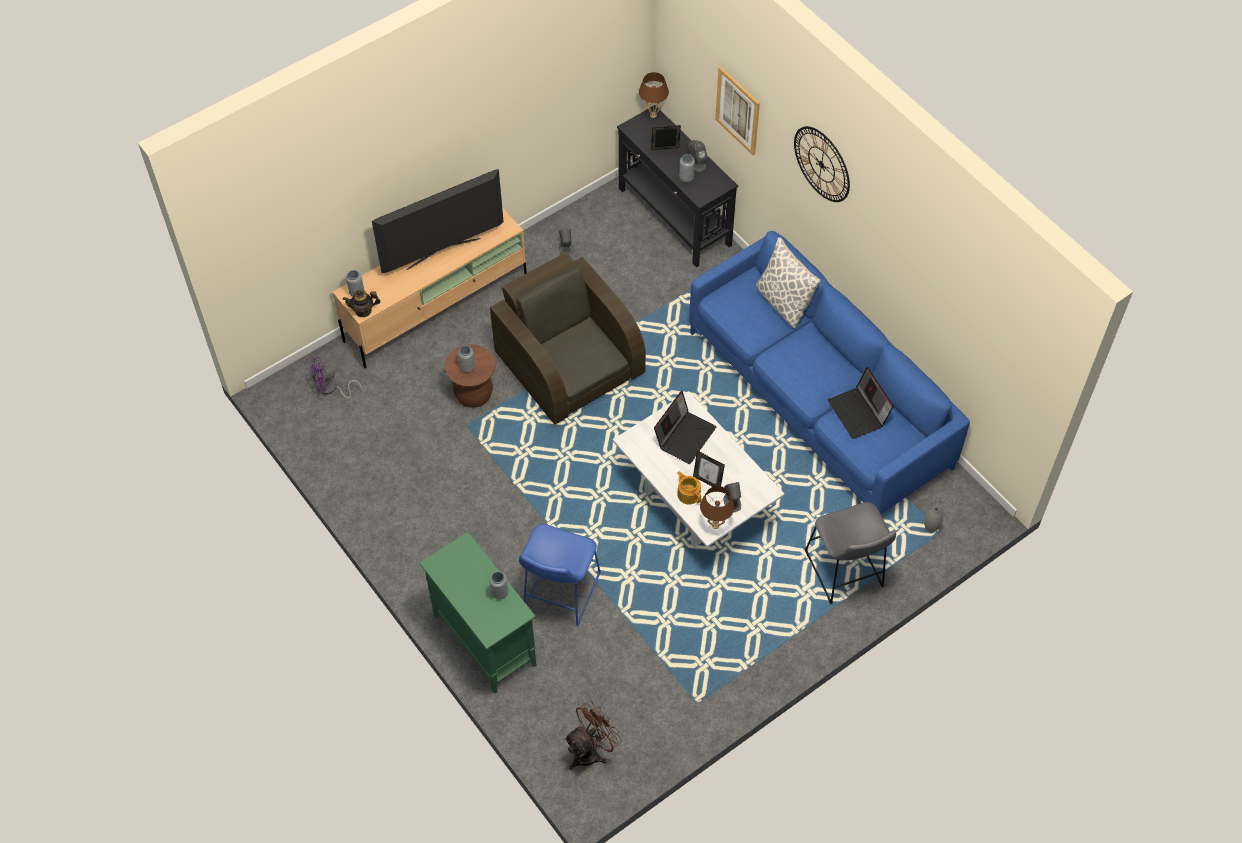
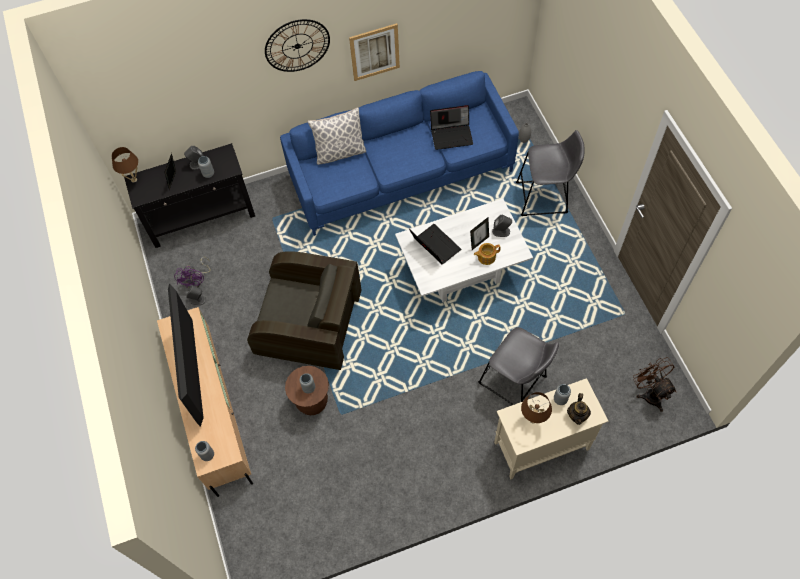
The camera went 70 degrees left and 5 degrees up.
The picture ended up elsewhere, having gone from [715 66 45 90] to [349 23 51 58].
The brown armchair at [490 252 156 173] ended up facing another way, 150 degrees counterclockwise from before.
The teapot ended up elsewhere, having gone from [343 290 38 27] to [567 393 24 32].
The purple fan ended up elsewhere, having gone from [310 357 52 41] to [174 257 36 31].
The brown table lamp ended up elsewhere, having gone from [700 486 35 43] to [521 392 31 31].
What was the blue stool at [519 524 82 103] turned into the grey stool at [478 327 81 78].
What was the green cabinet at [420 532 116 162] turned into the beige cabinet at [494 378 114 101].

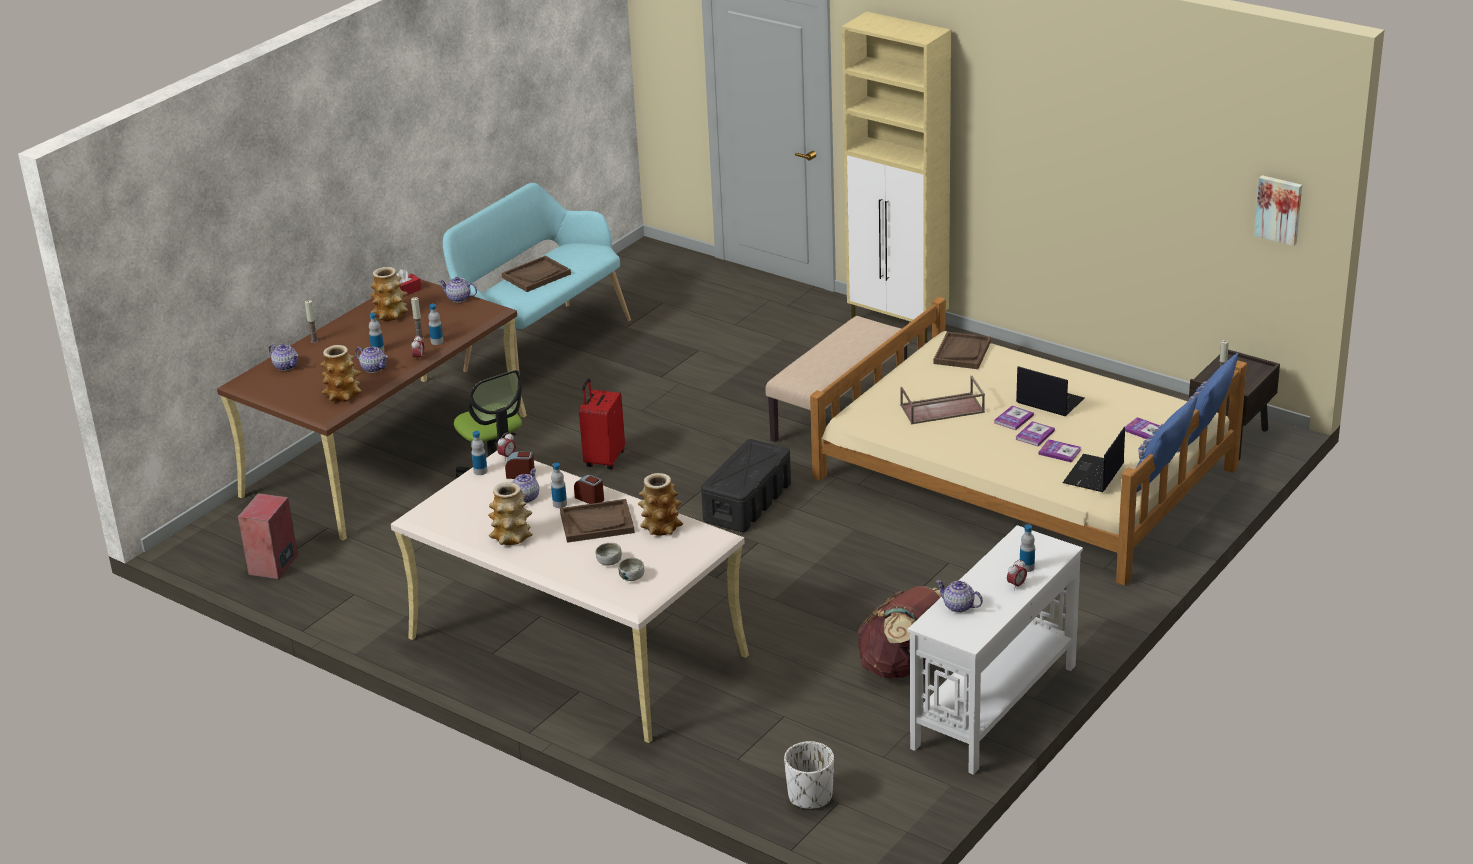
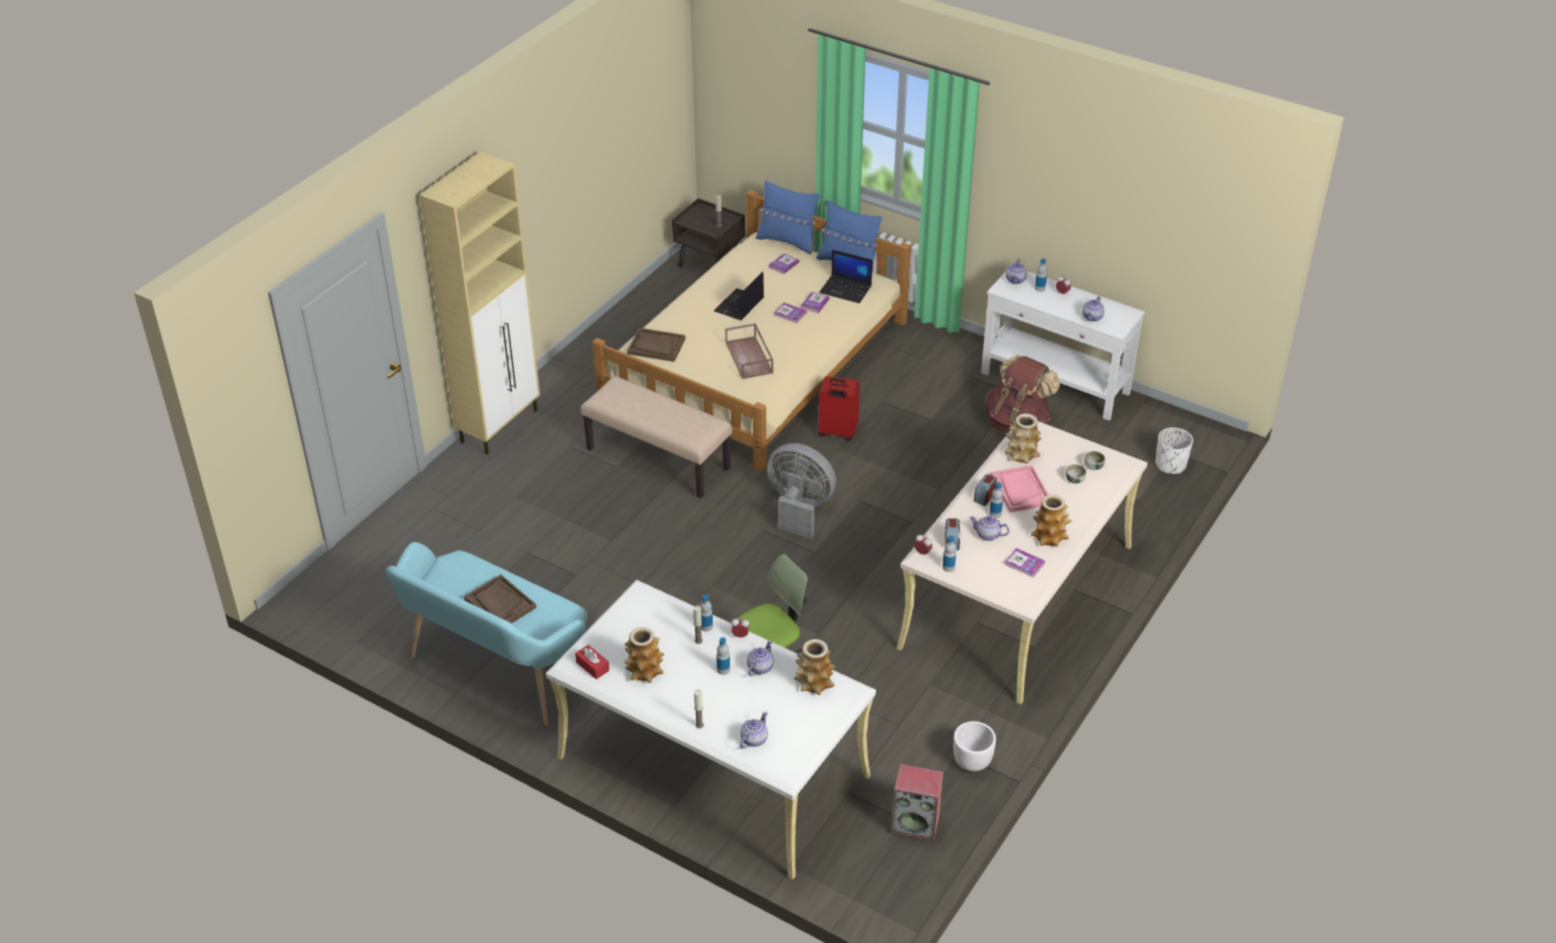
The camera went 95 degrees left and 10 degrees up.
The second view lost the picture at [1254 175 48 71].
The teapot ended up elsewhere, having gone from [439 277 38 26] to [1006 259 21 25].
What was the brown desk at [217 279 310 262] turned into the white desk at [546 580 330 300].
The red suitcase ended up elsewhere, having gone from [579 378 46 92] to [818 376 42 65].
The book ended up elsewhere, having gone from [994 406 40 24] to [1004 548 41 29].
Where the black storage box stood at [701 439 90 93], the grey fan came to stand at [767 443 69 96].
What was the brown tray at [560 499 75 44] turned into the pink tray at [991 465 58 47].
The second view gained the white planter at [953 721 43 50].

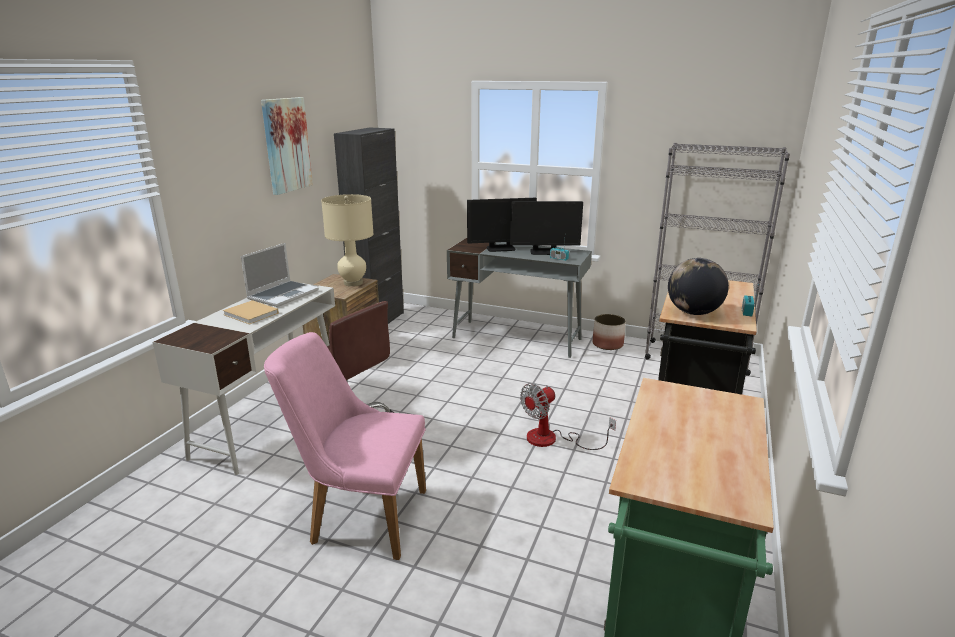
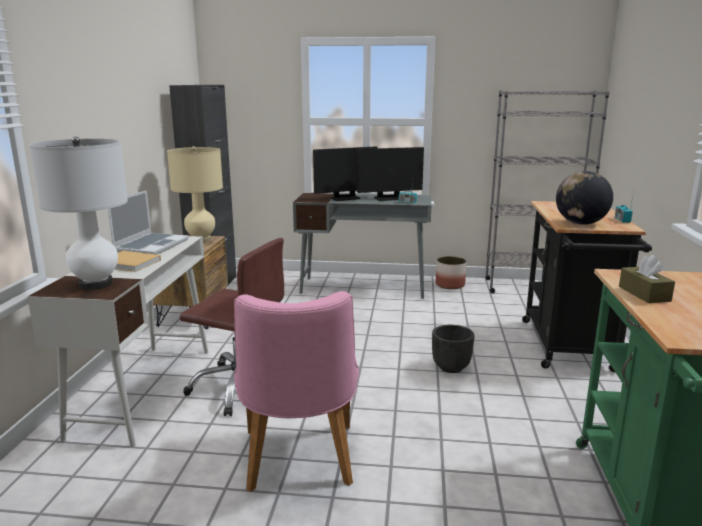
The camera went 15 degrees left and 5 degrees down.
The second view lost the picture at [261 97 52 98].
The pink chair at [264 332 162 228] ended up facing another way, 90 degrees counterclockwise from before.
Where the fan stood at [520 383 96 67], the black planter came to stand at [432 325 42 48].
The second view gained the white table lamp at [29 136 99 154].
The second view gained the brown tissue box at [619 255 56 48].

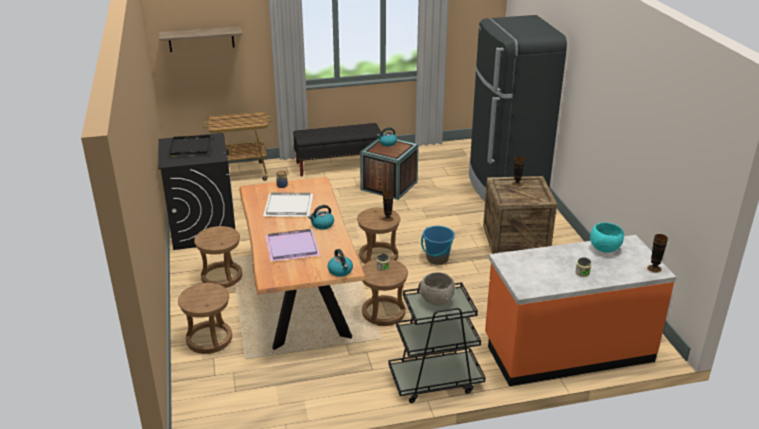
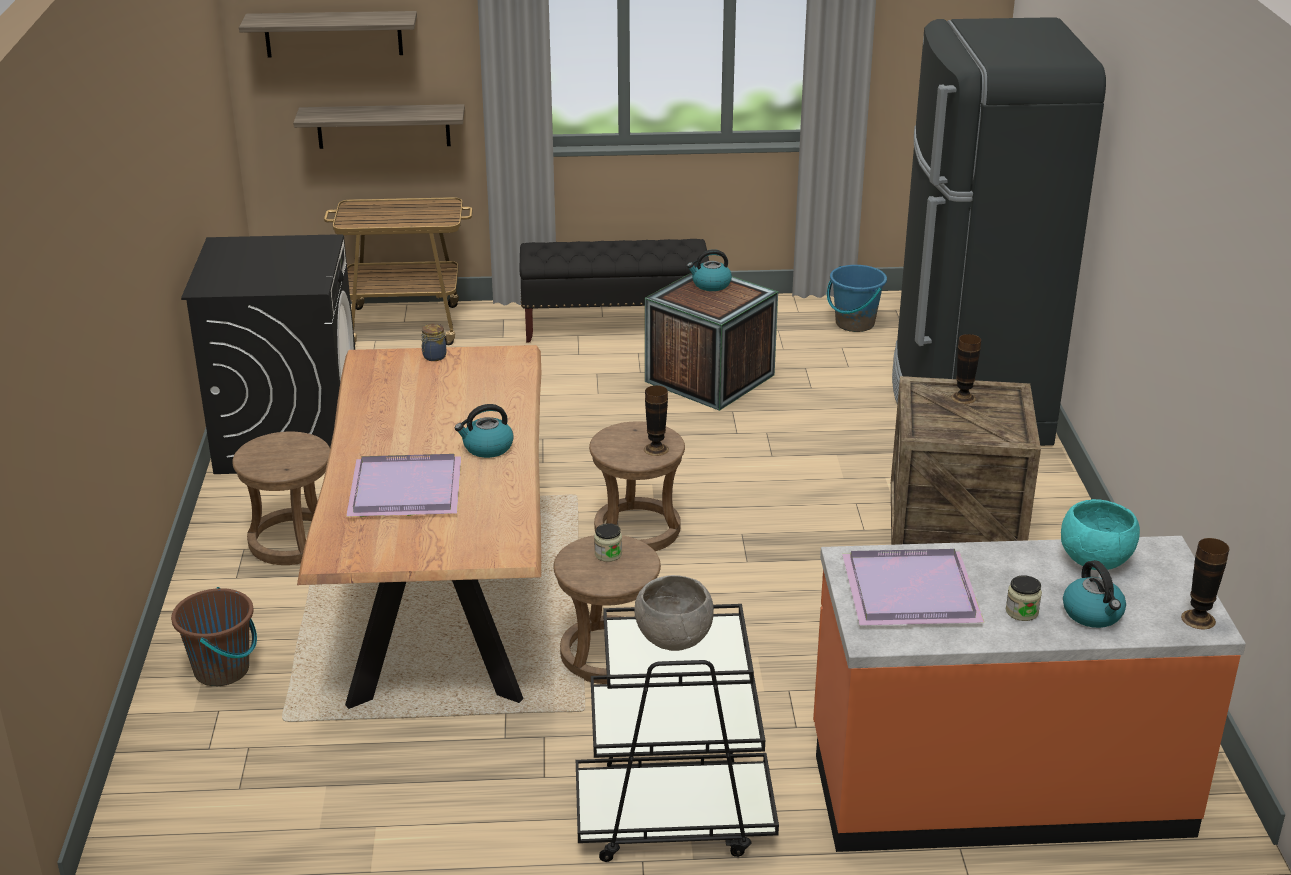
The camera went 10 degrees right and 0 degrees up.
The second view lost the black tray at [167 135 46 22].
The second view lost the white tray at [263 192 50 25].
The blue bucket ended up elsewhere, having gone from [421 226 34 39] to [827 265 60 67].
The kettle ended up elsewhere, having gone from [328 249 25 28] to [1063 560 63 68].
Where the brown stool stood at [178 283 54 71], the brown bucket came to stand at [171 587 86 99].
The second view gained the shelf at [293 104 172 45].
The second view gained the purple tray at [842 549 143 76].

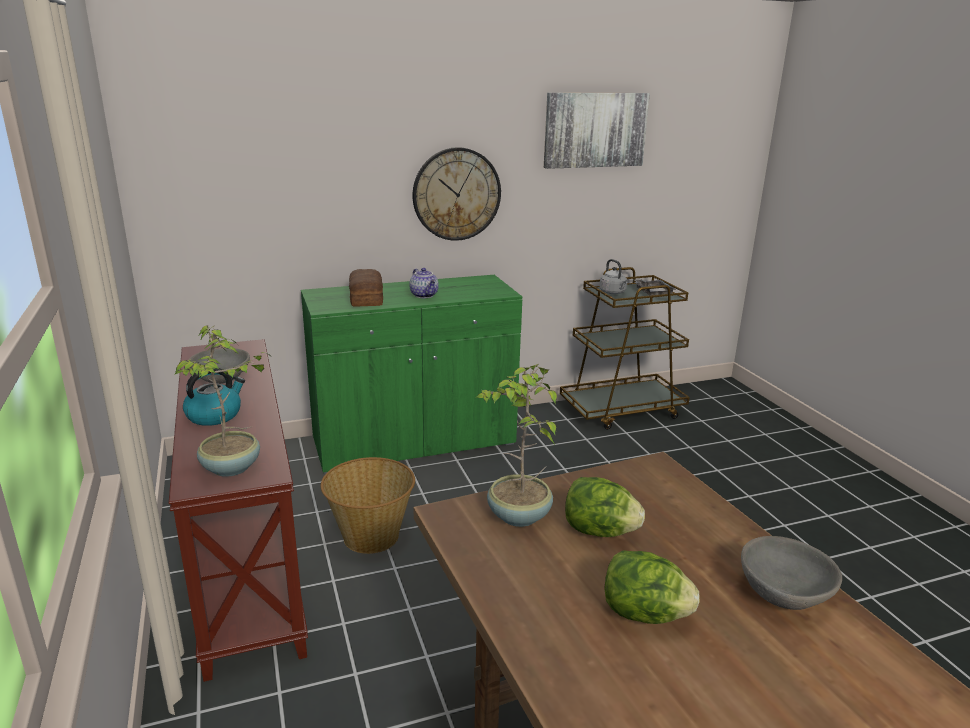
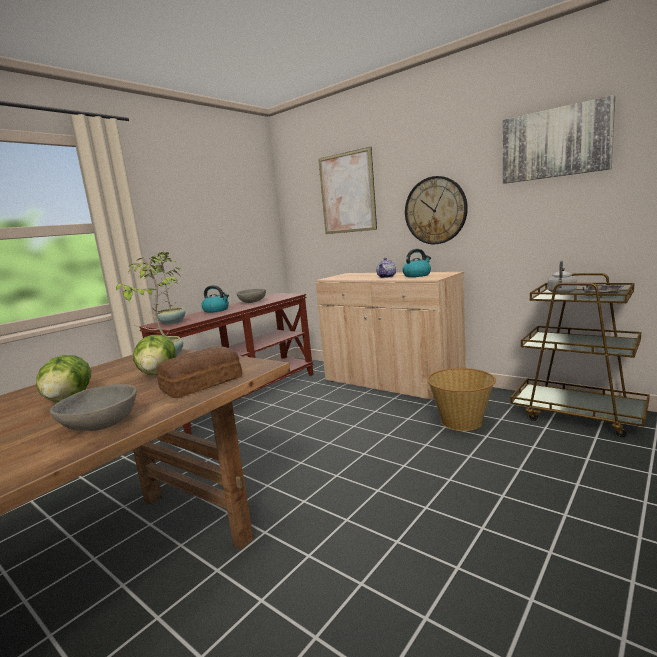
The camera went 60 degrees right and 10 degrees down.
The bread ended up elsewhere, having gone from [349 269 34 38] to [157 346 85 52].
What was the green cabinet at [301 275 221 199] turned into the beige cabinet at [315 272 151 128].
The basket ended up elsewhere, having gone from [321 457 94 97] to [427 368 69 63].
The second view gained the picture at [318 147 59 87].
The second view gained the kettle at [403 249 28 28].

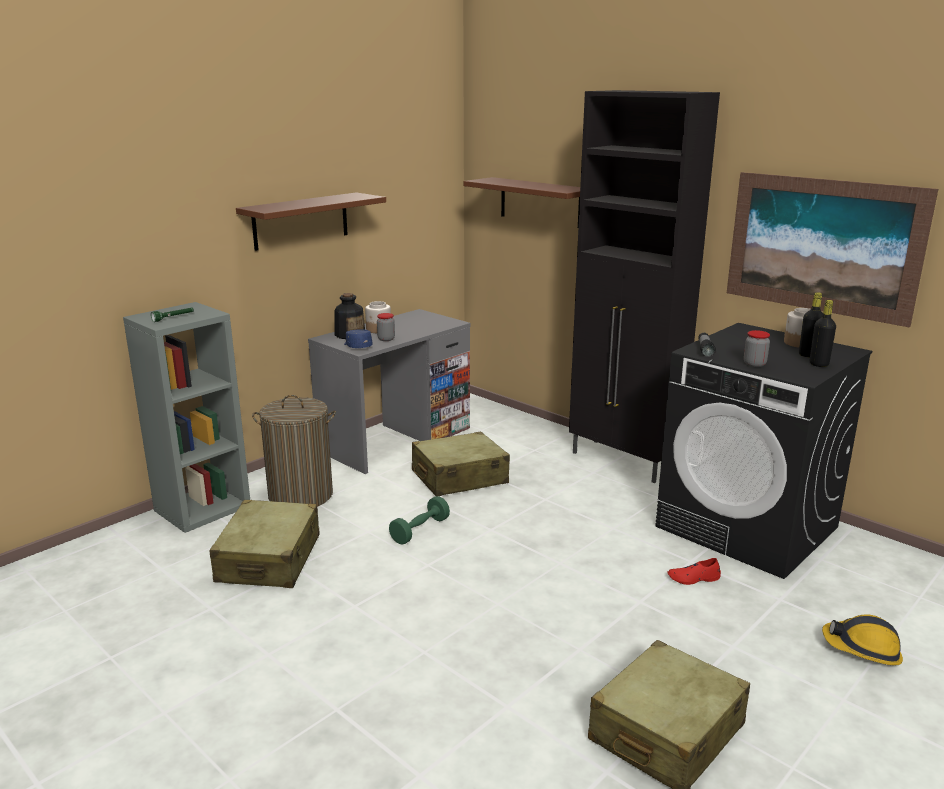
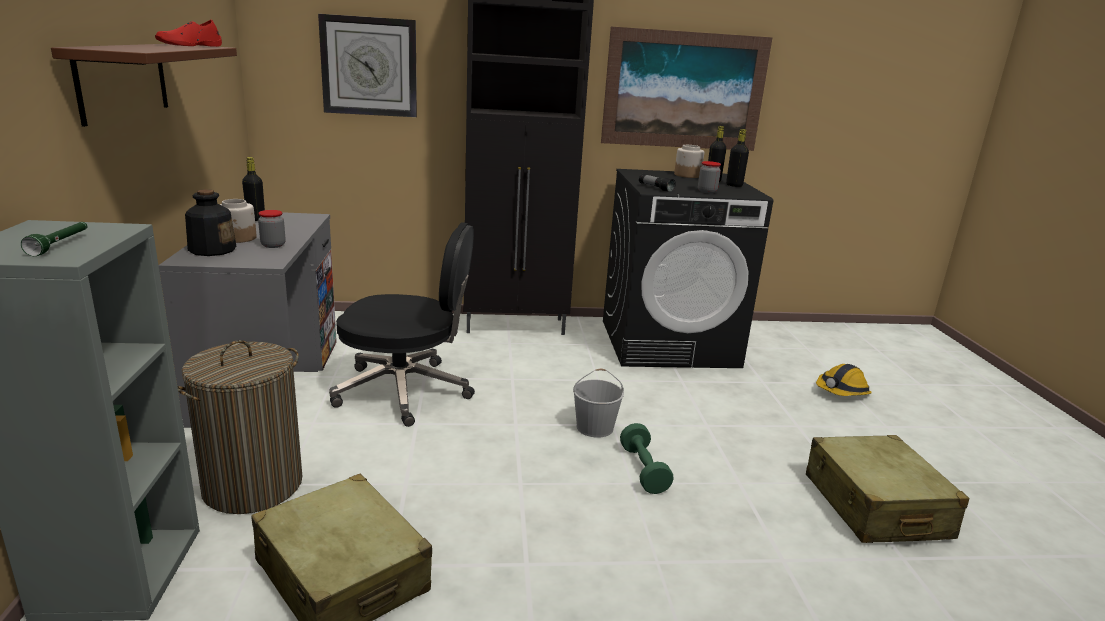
The camera went 50 degrees left and 0 degrees up.
Where the brown shelf hung at [463 177 117 50], the wall clock came to hang at [318 14 99 103].
The second view lost the blue cap at [344 329 29 19].
Where the beige suitcase stood at [412 432 98 64], the black office chair came to stand at [329 222 146 205].
The green dumbbell ended up elsewhere, having gone from [389 496 61 49] to [620 423 54 71].
The red shoe ended up elsewhere, having gone from [667 558 54 27] to [155 20 67 27].
The second view gained the black bottle at [242 157 23 64].
The second view gained the white bucket at [573 369 51 69].

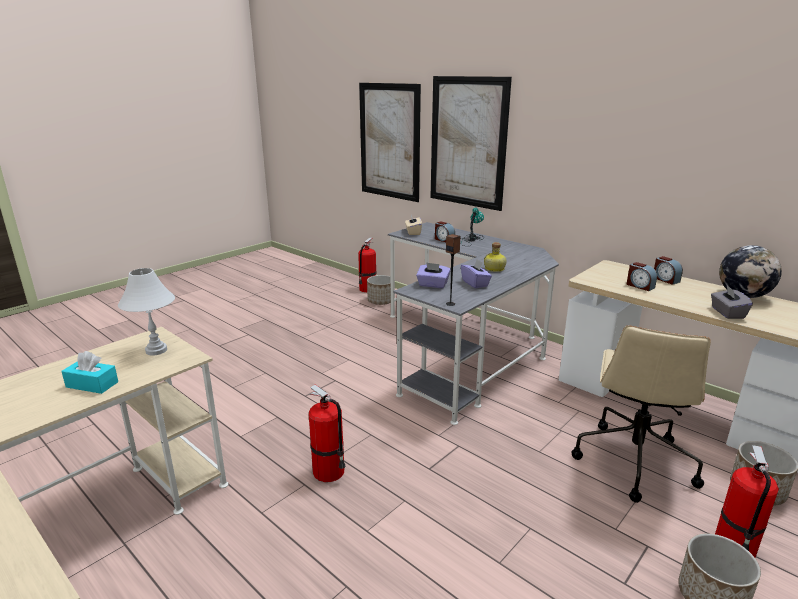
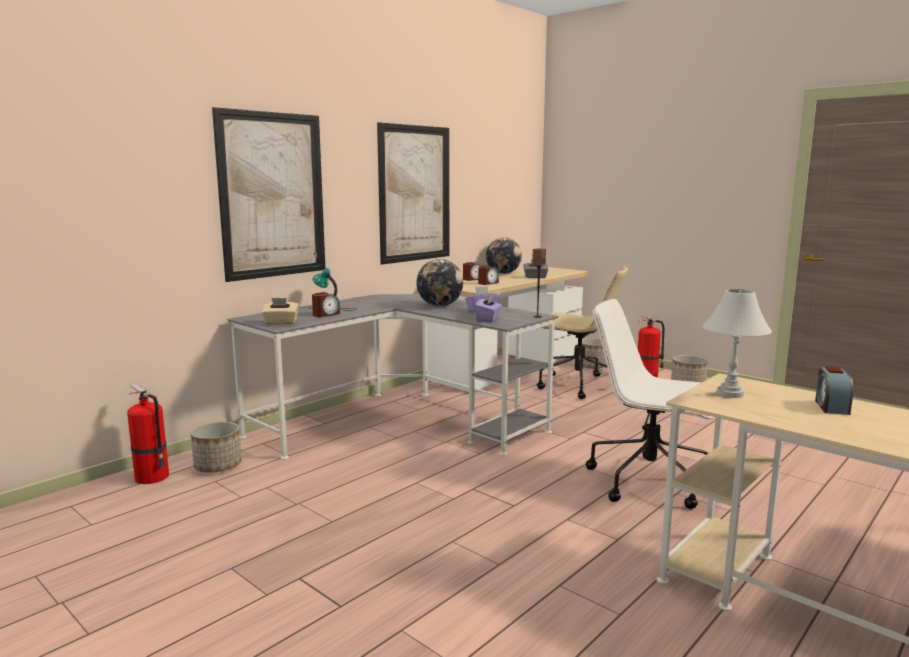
The camera went 90 degrees left and 10 degrees down.
The picture ended up elsewhere, having gone from [359 83 62 119] to [377 122 72 142].
Where the bottle stood at [484 242 23 30], the globe came to stand at [417 259 46 47].
Where the turquoise tissue box stood at [61 351 57 43], the alarm clock came to stand at [815 366 38 49].
Where the fire extinguisher stood at [309 384 36 98], the white office chair came to stand at [586 299 128 210].

